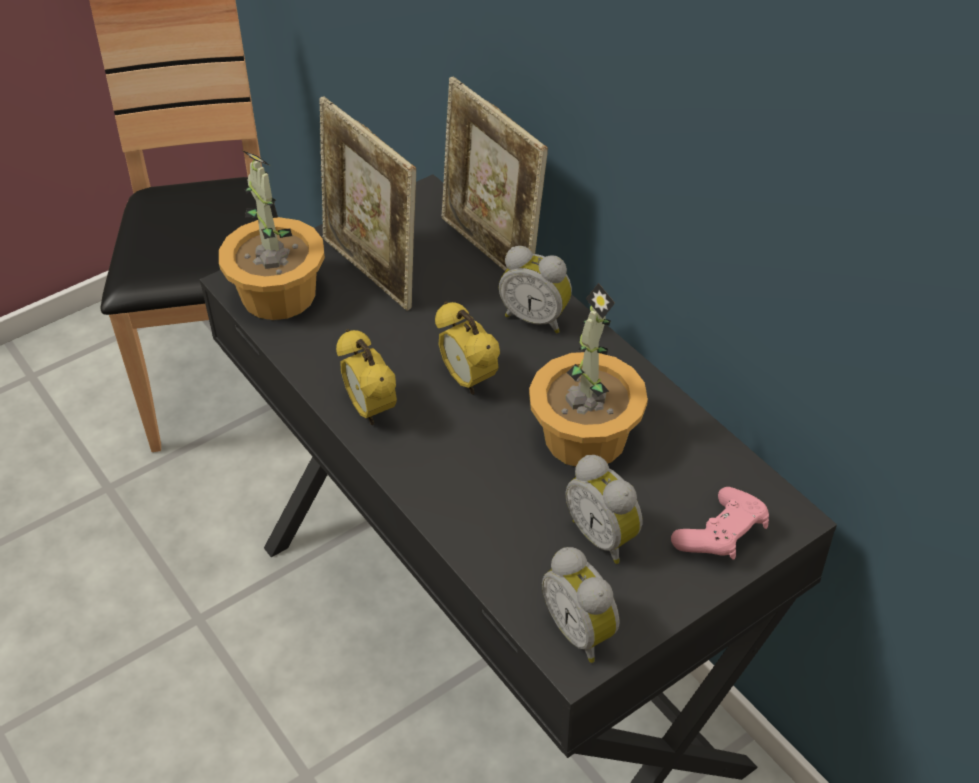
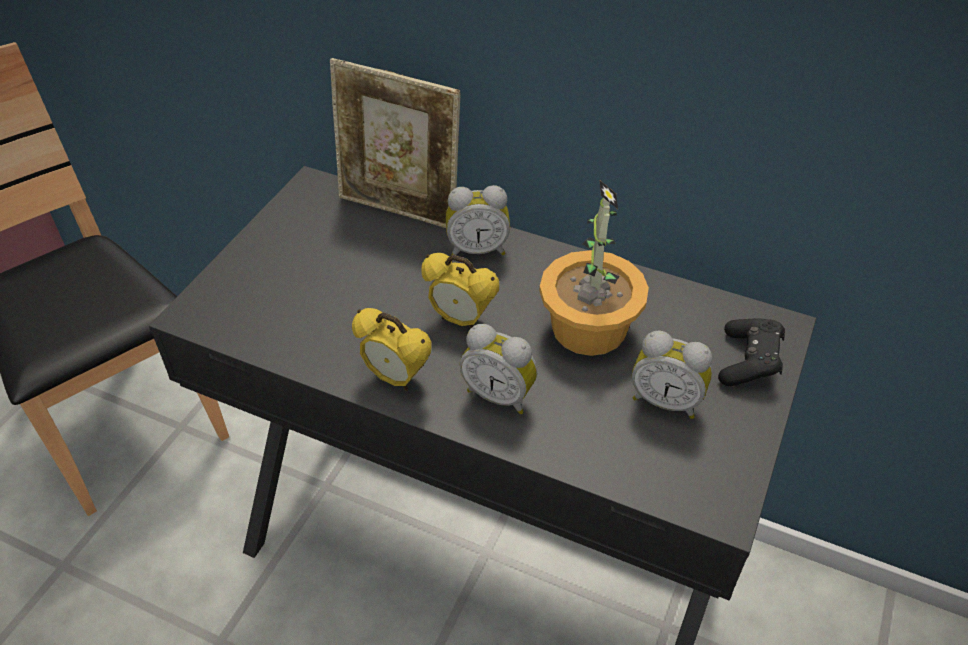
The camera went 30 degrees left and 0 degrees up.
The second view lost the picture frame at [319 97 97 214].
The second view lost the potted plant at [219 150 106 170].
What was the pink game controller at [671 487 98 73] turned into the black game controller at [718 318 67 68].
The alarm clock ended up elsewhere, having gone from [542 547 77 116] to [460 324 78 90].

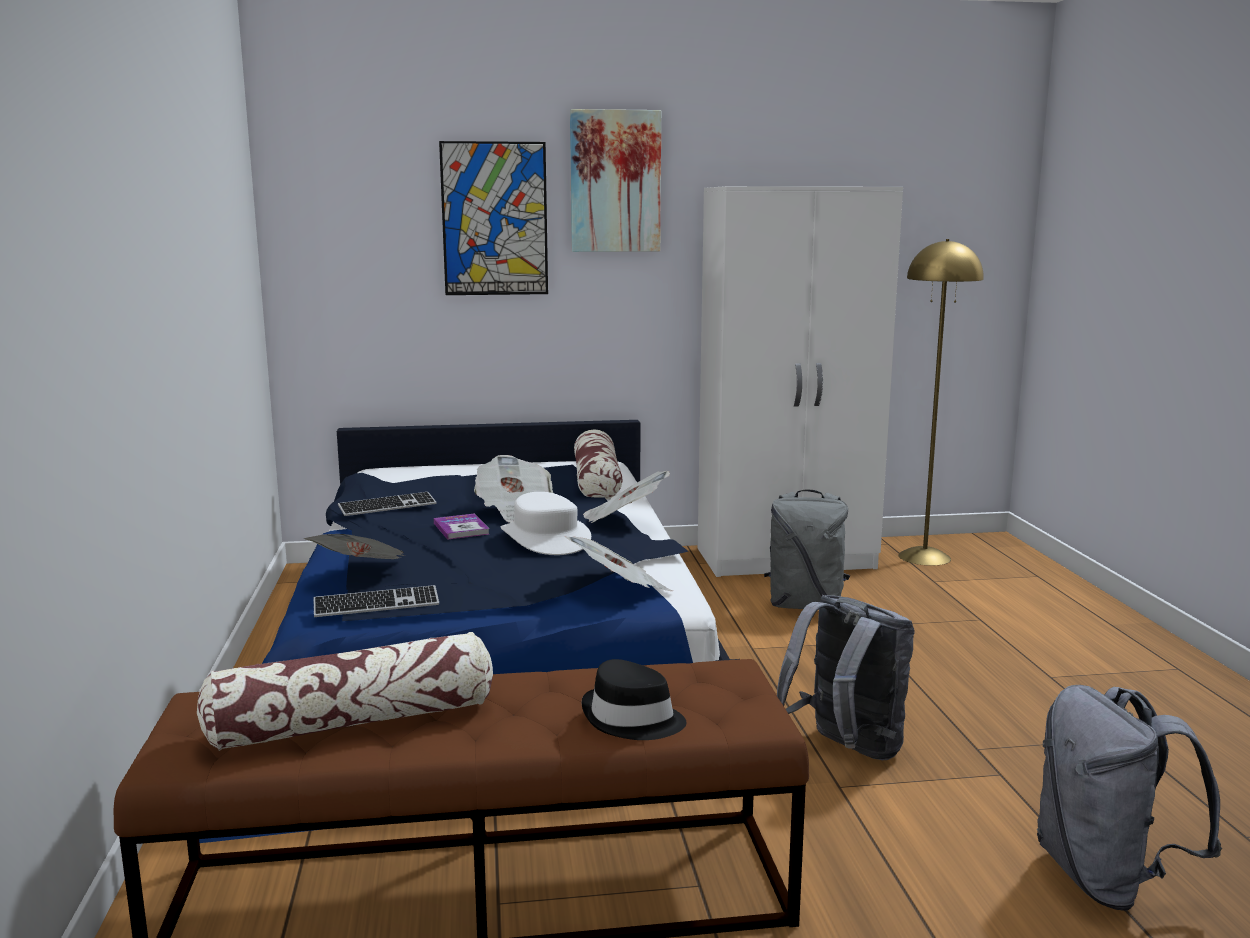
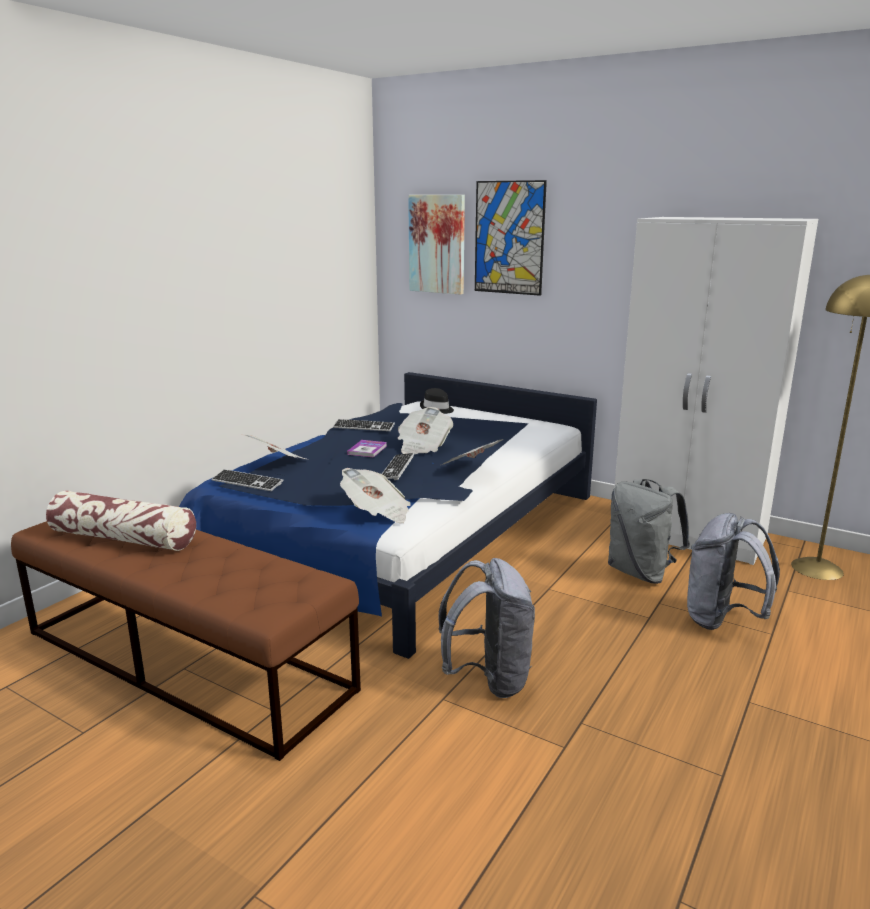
The camera went 40 degrees right and 5 degrees up.
The picture ended up elsewhere, having gone from [570 109 91 143] to [408 195 57 100].
The second view lost the pillow at [574 430 49 70].
Where the white hat stood at [500 492 91 63], the keyboard came to stand at [382 453 33 27].
The black hat ended up elsewhere, having gone from [582 659 105 81] to [420 388 34 26].
The grey backpack ended up elsewhere, having gone from [1037 685 185 226] to [687 513 93 117].

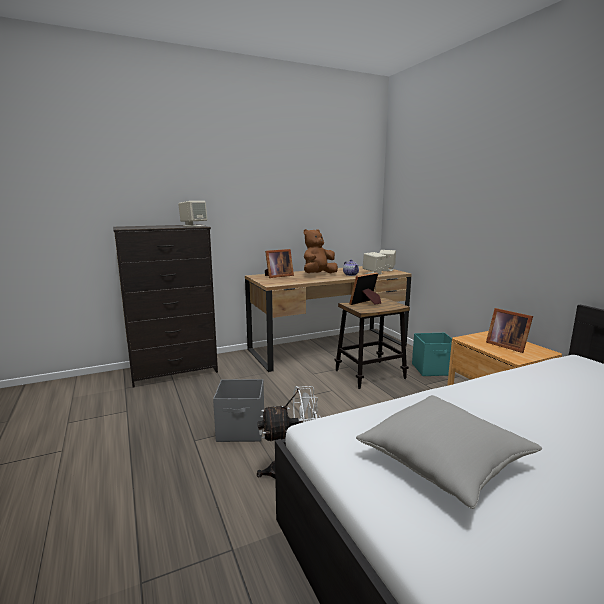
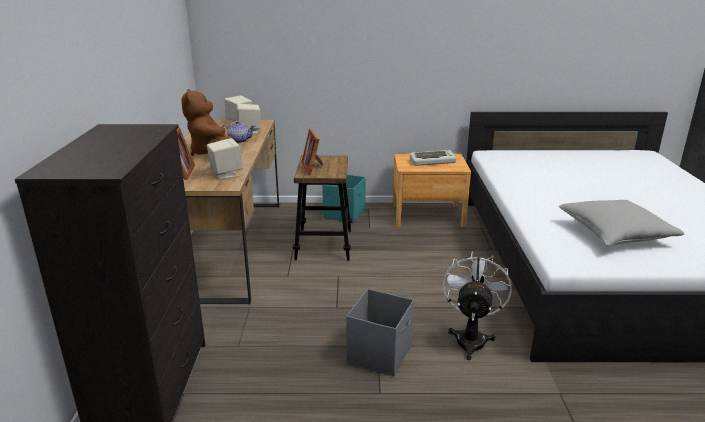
The camera went 65 degrees left and 10 degrees up.
The beige speaker ended up elsewhere, having gone from [178 201 29 26] to [207 138 36 41].
Where the picture frame stood at [486 308 47 45], the keyboard came to stand at [410 150 46 16].

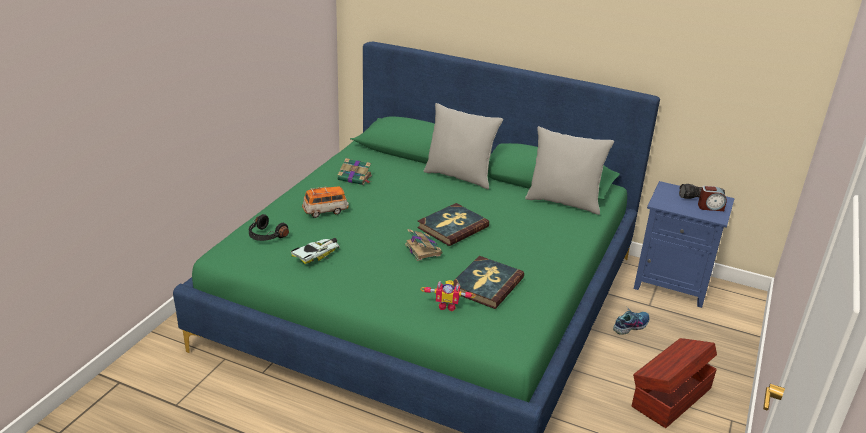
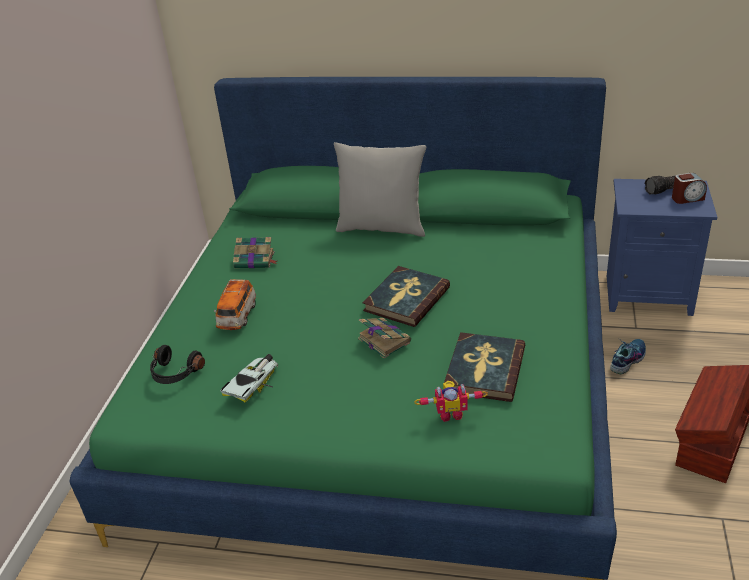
The camera went 10 degrees left and 5 degrees up.
The second view lost the grey pillow at [525 126 89 89].
The toy car at [302 187 47 31] ended up facing another way, 135 degrees clockwise from before.

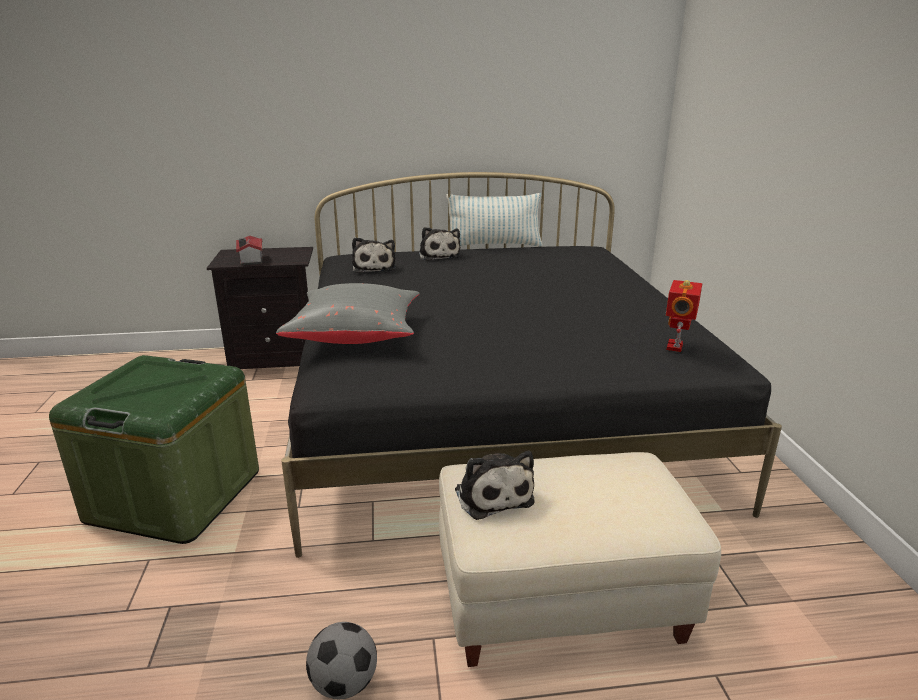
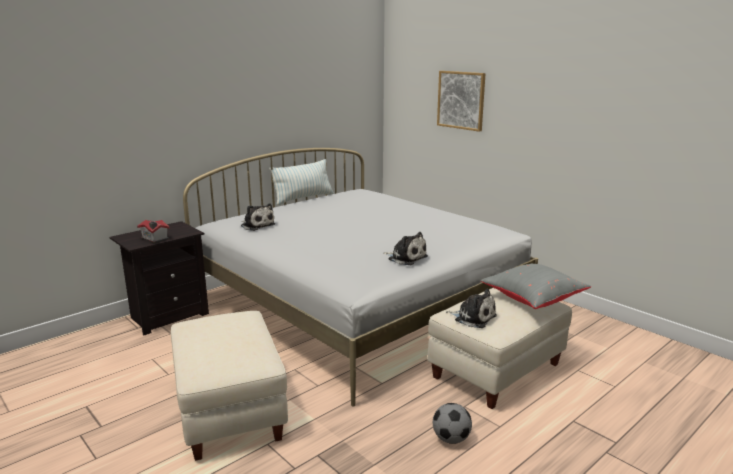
The camera went 35 degrees left and 5 degrees down.
What was the black bed at [281 172 501 386] turned into the white bed at [183 148 355 258].
The plush toy ended up elsewhere, having gone from [419 227 41 34] to [383 232 45 33].
The second view lost the toy robot at [666 280 36 72].
The grey pillow ended up elsewhere, having gone from [276 283 144 61] to [481 263 110 46].
Where the green storage box stood at [49 355 210 189], the beige ottoman came to stand at [171 311 117 150].
The second view gained the picture at [437 71 49 61].

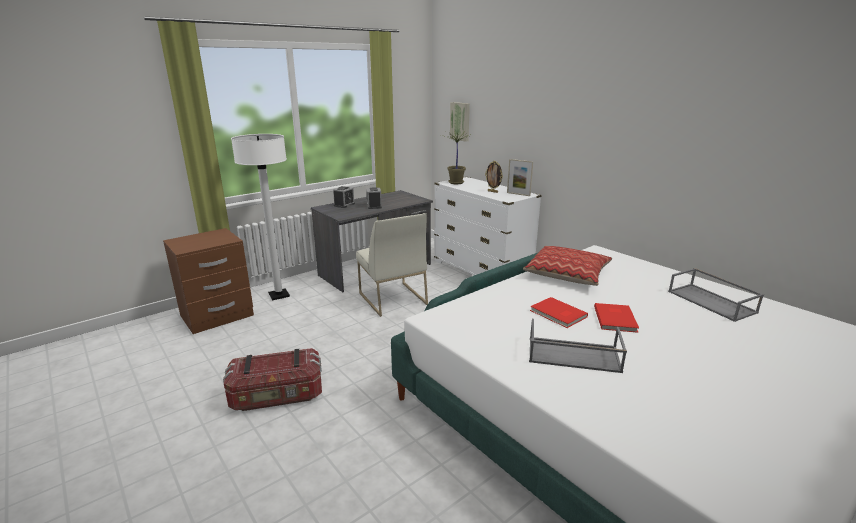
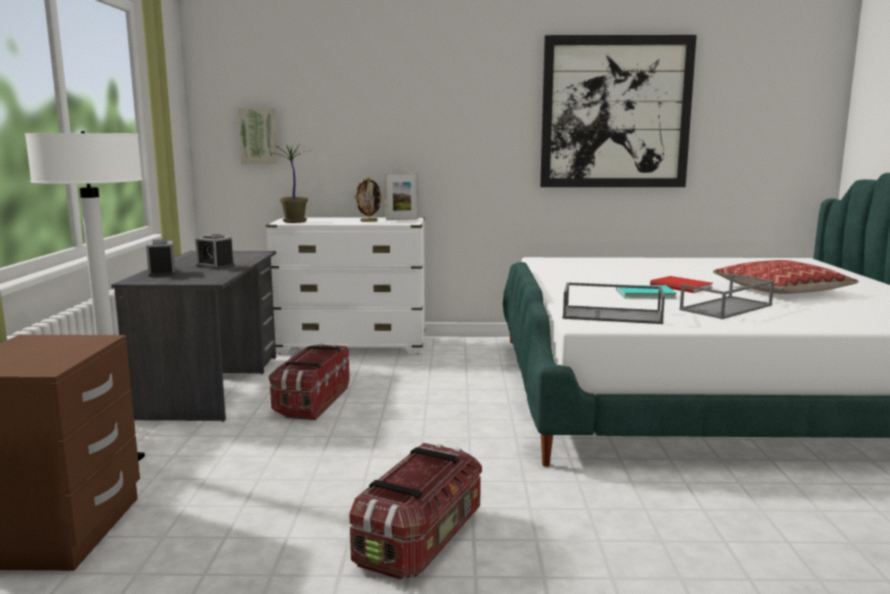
The camera went 50 degrees left and 10 degrees down.
Where the white chair stood at [356 213 72 104], the storage box came to stand at [269 344 81 76].
The pillow ended up elsewhere, having gone from [523 246 89 40] to [713 260 146 34].
The grey tray ended up elsewhere, having gone from [668 268 96 54] to [563 282 102 42].
What was the red book at [530 297 58 31] turned into the turquoise book at [616 285 61 14].
The second view gained the picture at [540 35 157 152].

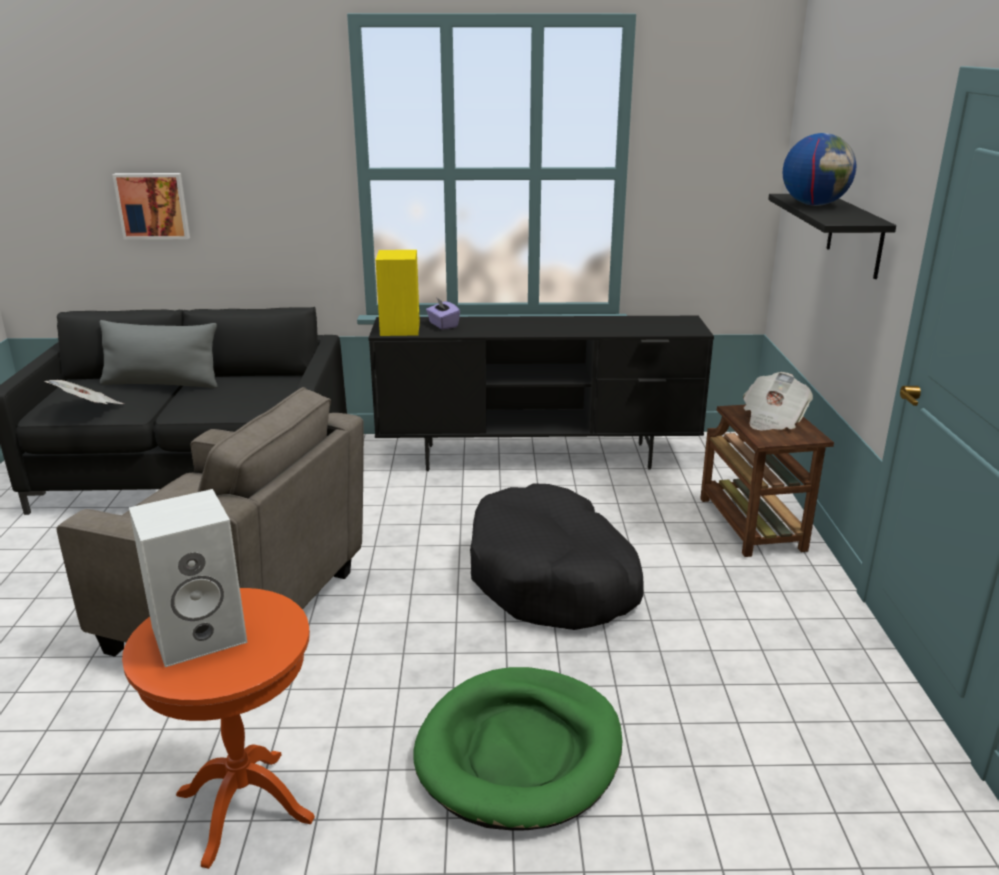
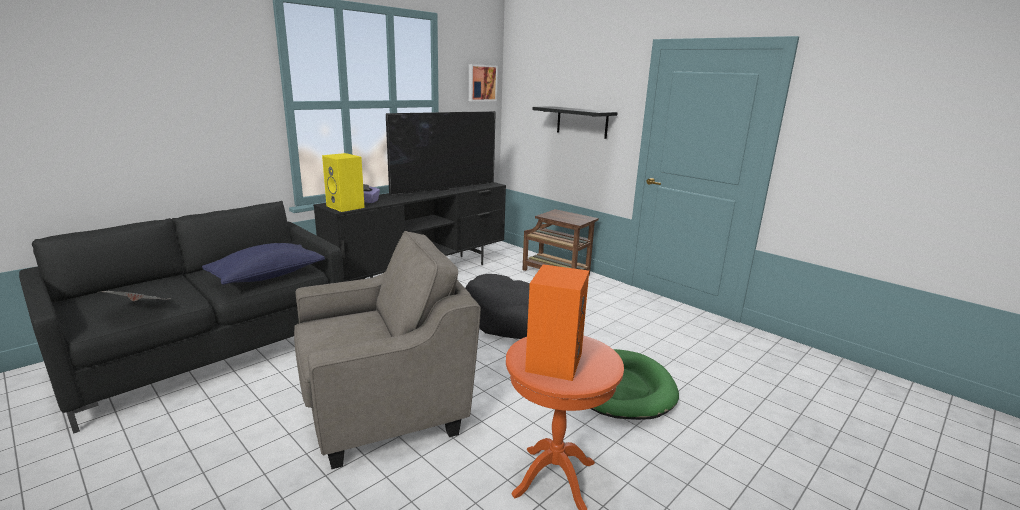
The camera went 45 degrees left and 5 degrees down.
The second view lost the globe at [783 133 74 73].
The picture ended up elsewhere, having gone from [112 173 78 67] to [469 64 29 37].
The second view lost the grey pillow at [100 320 117 68].
The second view lost the newspaper at [743 372 70 58].
What was the white speaker at [129 489 118 178] turned into the orange speaker at [525 264 64 117].
The second view gained the television at [386 111 110 85].
The second view gained the blue pillow at [202 243 123 42].

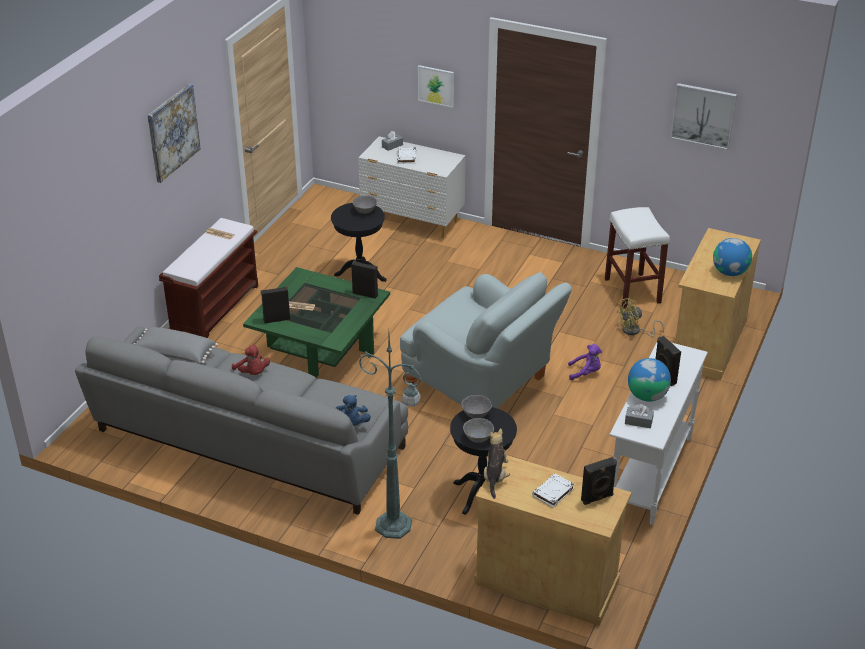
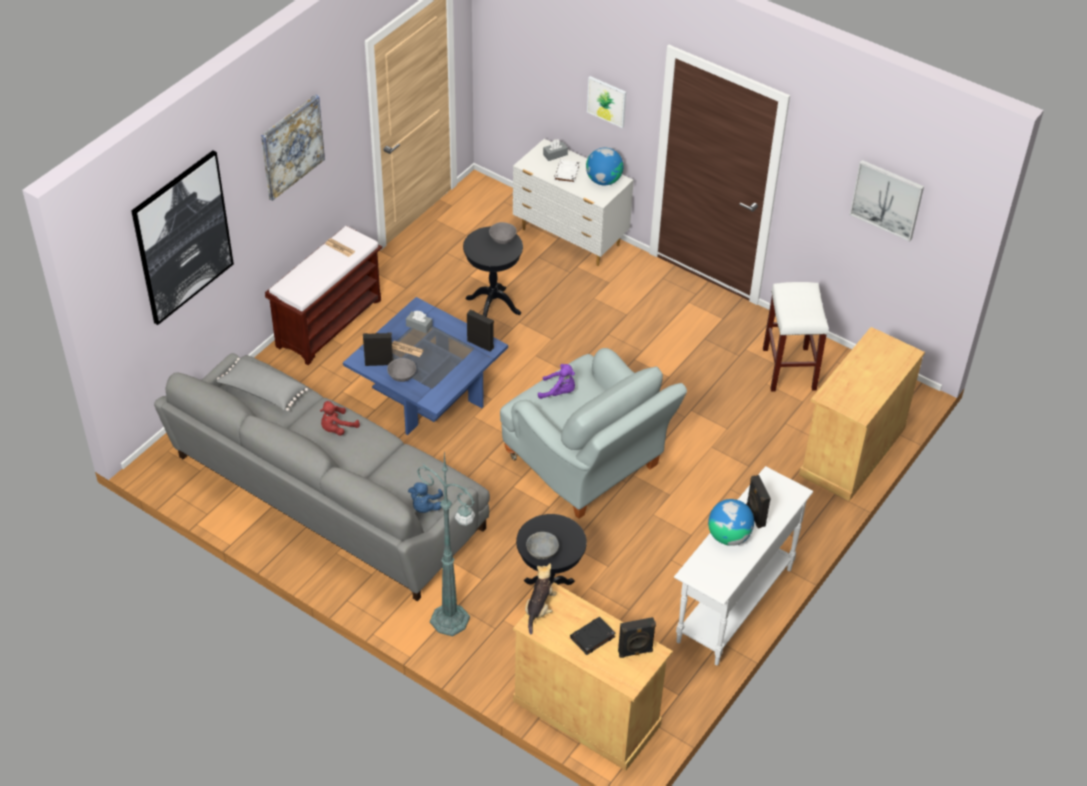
The camera went 10 degrees right and 10 degrees up.
The globe ended up elsewhere, having gone from [713 238 39 38] to [586 148 37 37].
What was the green coffee table at [243 267 147 111] turned into the blue coffee table at [343 297 165 138].
The second view lost the yellow fan at [617 298 47 39].
The red plush toy at [232 344 38 31] ended up facing another way, 75 degrees clockwise from before.
The purple plush toy ended up elsewhere, having gone from [568 344 34 36] to [538 364 37 35].
The grey bowl ended up elsewhere, having gone from [461 395 31 23] to [387 358 29 24].
The grey tissue box ended up elsewhere, having gone from [625 404 29 24] to [406 311 27 23].
What was the white book at [532 473 43 35] turned into the black book at [570 617 46 38].
The second view gained the picture at [131 151 103 174].

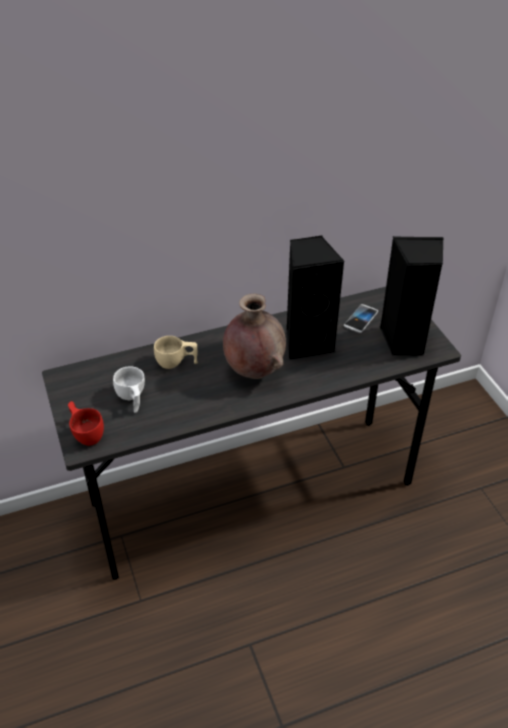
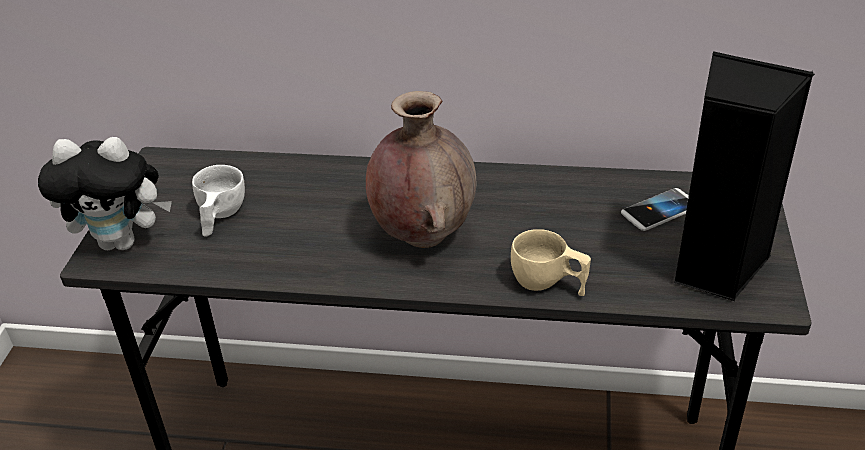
The camera went 30 degrees right and 5 degrees down.
The second view lost the black speaker at [286 236 59 124].
The beige cup ended up elsewhere, having gone from [154 336 44 33] to [511 229 80 67].
Where the red cup stood at [68 401 36 45], the plush toy came to stand at [38 137 134 113].

